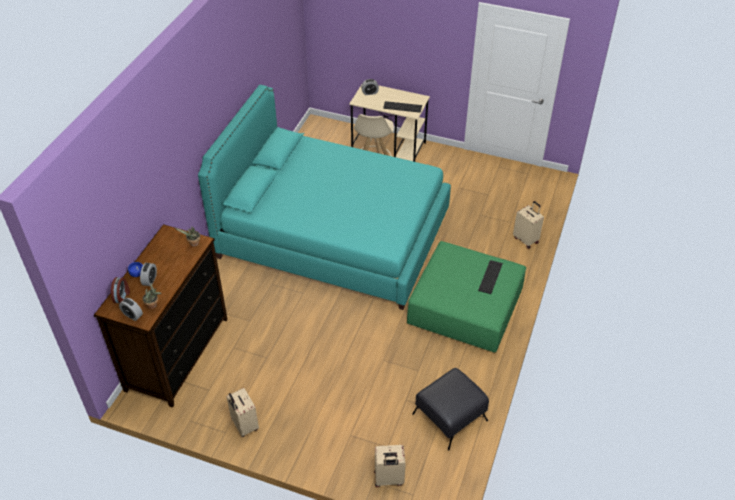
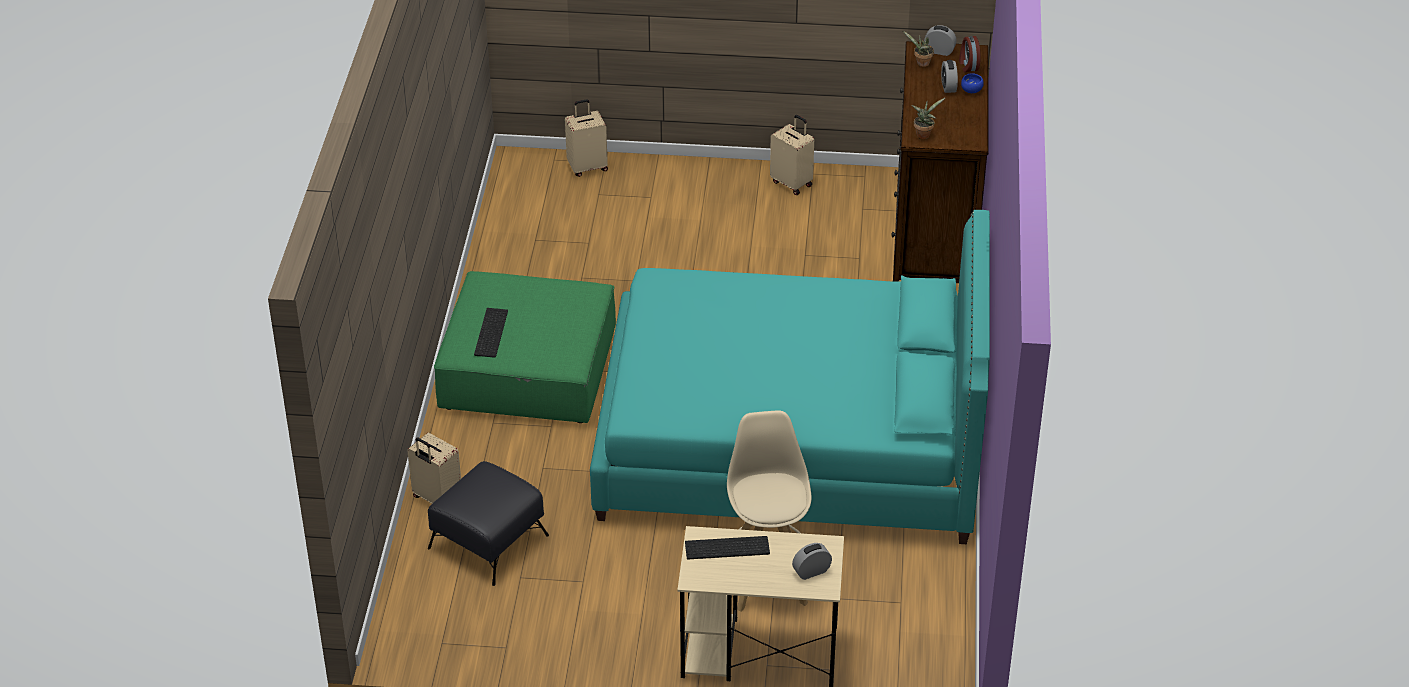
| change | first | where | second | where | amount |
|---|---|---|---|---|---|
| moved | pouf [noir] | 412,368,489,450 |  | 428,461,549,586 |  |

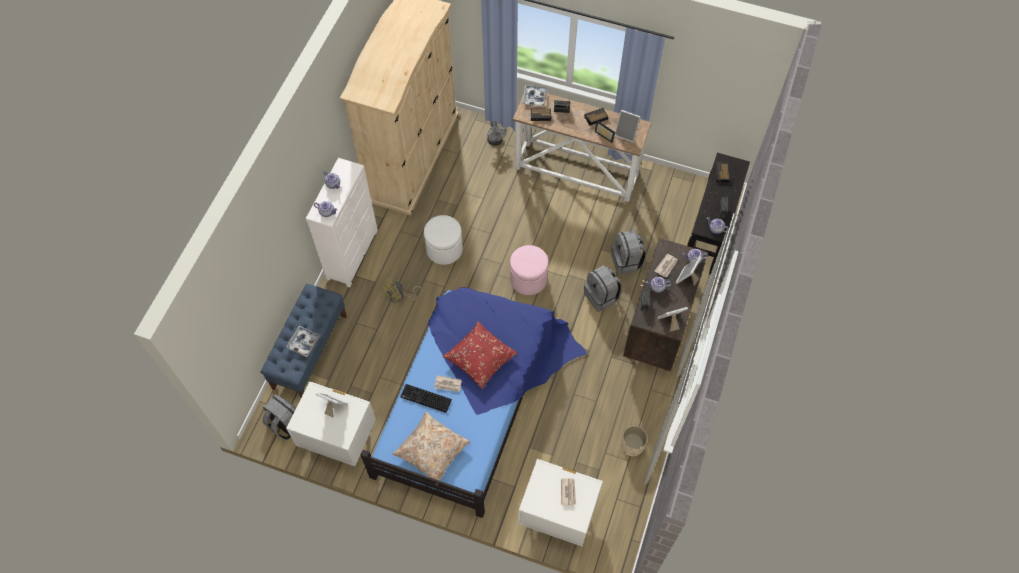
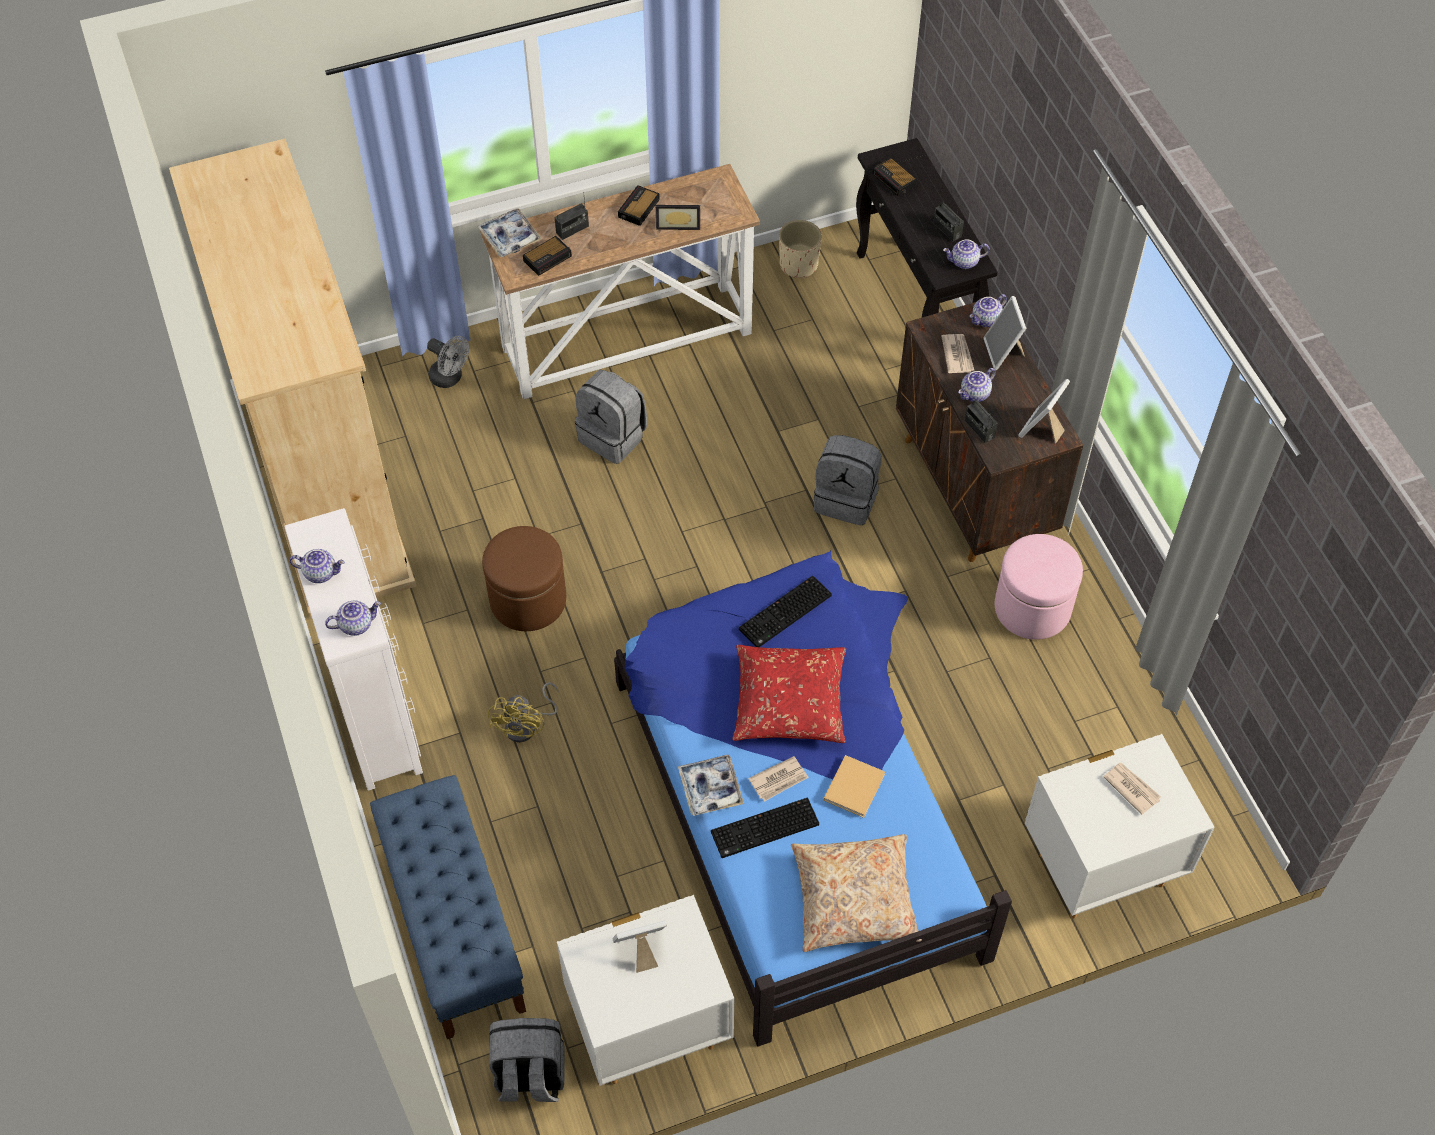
| change | first | where | second | where | amount |
|---|---|---|---|---|---|
| moved | plateau | 286,326,321,357 |  | 678,755,744,816 |  |
| recoloured | pouf [blanc] | 424,215,463,265 | pouf [marron] | 482,526,566,631 |  |
| moved | pouf [rose] | 510,245,548,295 |  | 995,534,1083,640 |  |
| moved | sac à dos [gris] | 611,230,646,275 |  | 575,370,647,464 |  |
| removed | cadre photo | 614,110,641,142 |  |  |  |
| moved | cache-pot [beige] | 621,425,648,457 |  | 779,220,822,278 |  |
| added |  |  | clavier | 739,576,832,647 |  |
| added |  |  | livre [beige] | 824,755,885,818 |  |

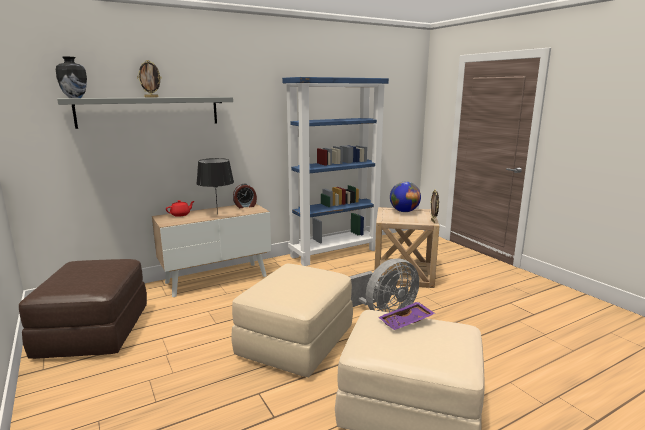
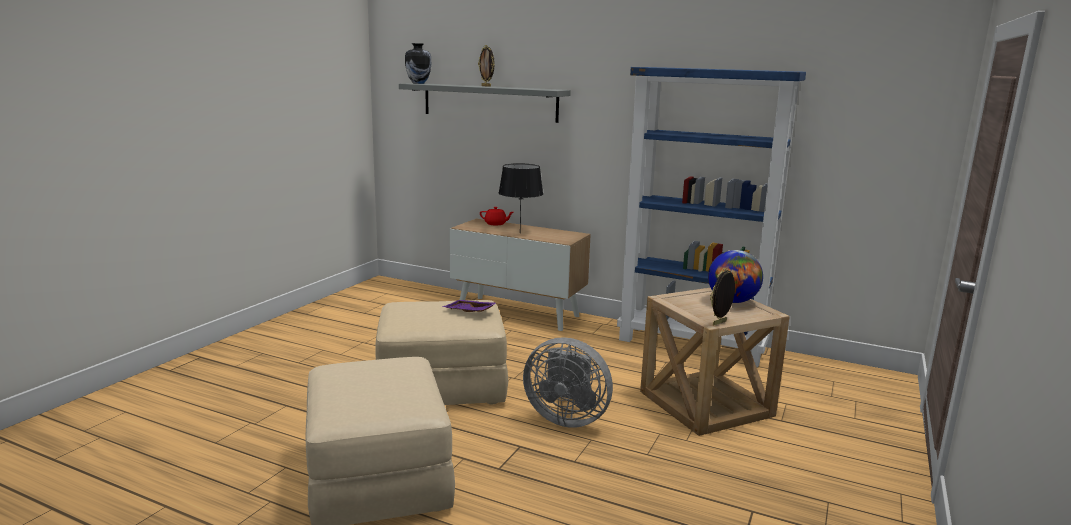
| change | first | where | second | where | amount |
|---|---|---|---|---|---|
| removed | pouf [marron] | 19,259,147,359 |  |  |  |
| removed | réveil | 233,184,257,208 |  |  |  |
| moved | plateau [violet] | 379,302,435,330 |  | 442,300,496,312 |  |

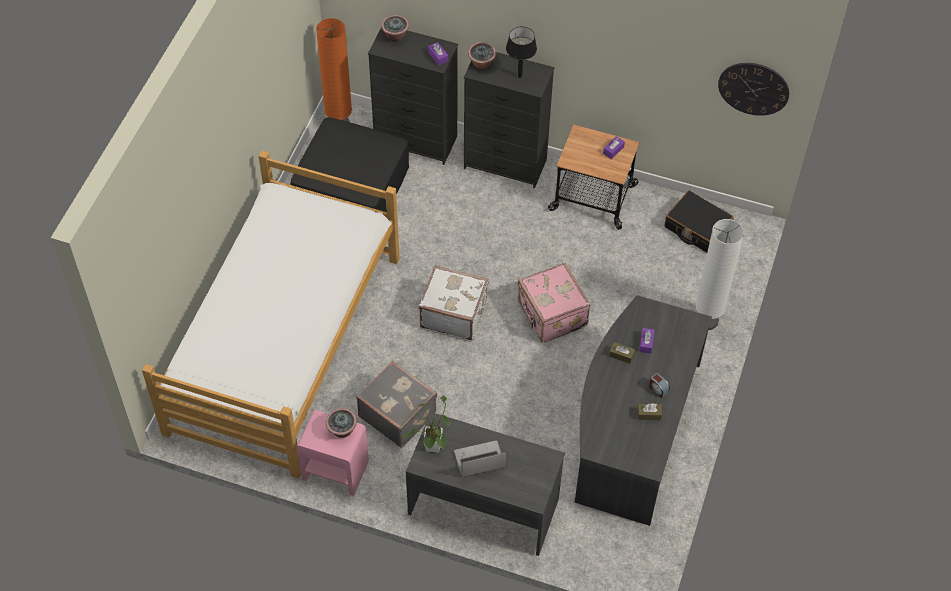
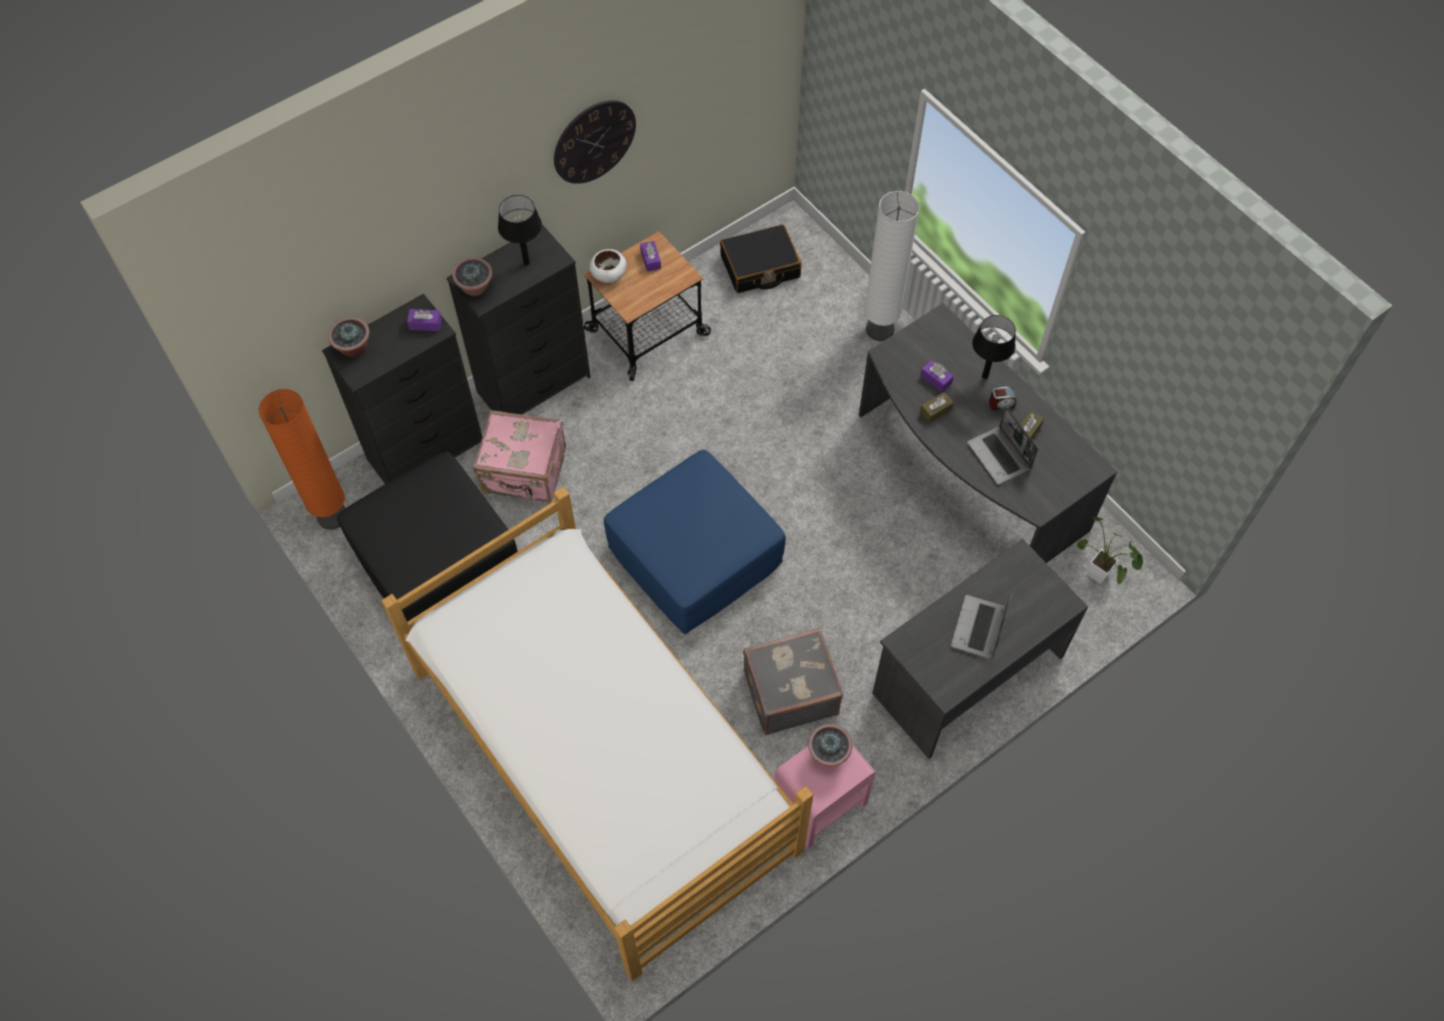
| change | first | where | second | where | amount |
|---|---|---|---|---|---|
| moved | plante en pot | 403,395,450,452 |  | 1077,517,1143,585 |  |
| replaced | valise [blanc] | 419,265,489,340 | pouf [bleu] | 604,450,786,634 |  |
| moved | valise [rose] | 518,263,590,343 |  | 473,410,566,503 |  |
| moved | horloge murale | 718,63,789,116 |  | 554,100,636,184 |  |
| added |  |  | bol [blanc] | 589,249,627,283 |  |
| added |  |  | ordinateur portable | 967,406,1038,485 |  |
| added |  |  | lampe de table [noir] | 972,315,1016,379 |  |

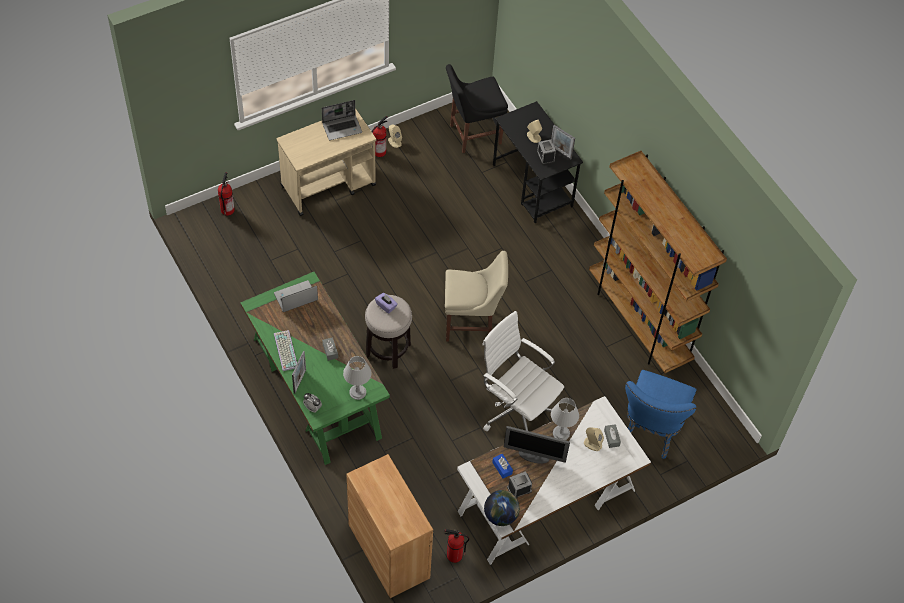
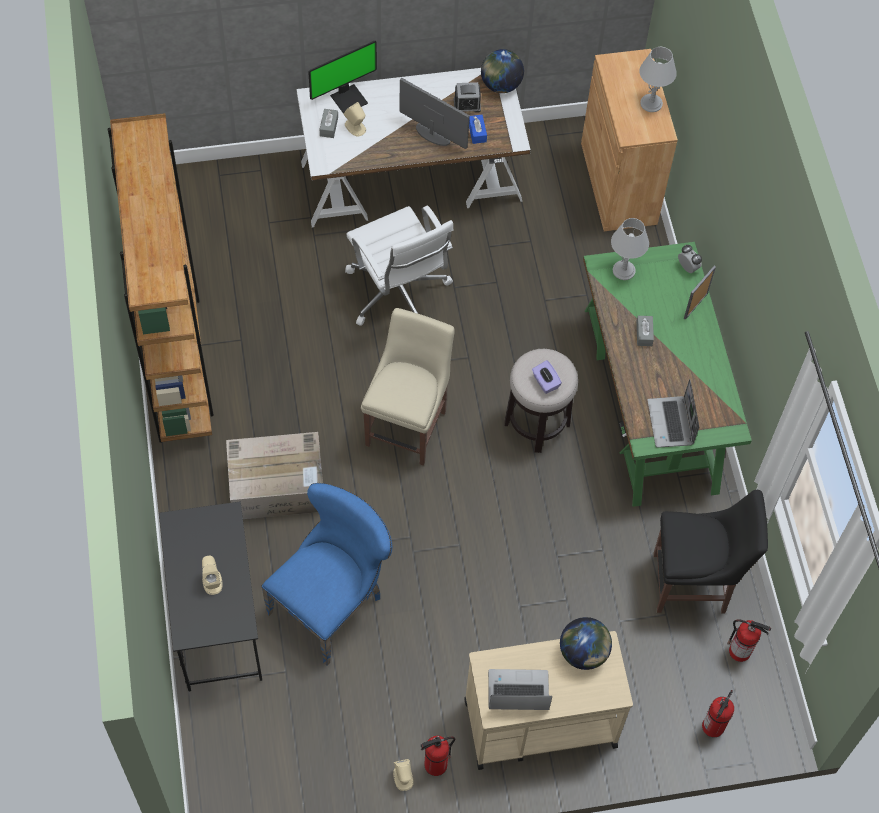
| change | first | where | second | where | amount |
|---|---|---|---|---|---|
| turned | ordinateur portable | 274,280,318,312 |  | 648,379,699,448 | 90 degrees clockwise |
| removed | clavier | 274,330,297,371 |  |  |  |
| moved | extincteur | 444,529,469,563 |  | 727,619,771,662 |  |
| turned | chaise [beige] | 445,251,508,341 |  | 361,308,455,466 | 90 degrees clockwise |
| moved | chaise [noir] | 446,64,508,153 |  | 653,490,768,613 |  |
| removed | réveil | 537,140,556,165 |  |  |  |
| removed | cadre photo | 551,125,575,159 |  |  |  |
| moved | lampe de table [gris] | 551,398,579,440 |  | 639,47,677,112 |  |
| moved | chaise [bleu] | 625,370,697,459 |  | 261,483,392,666 |  |
| added |  |  | carton | 226,432,323,519 |  |
| added |  |  | écran d'ordinateur | 308,40,377,114 |  |
| added |  |  | globe | 560,617,612,670 |  |

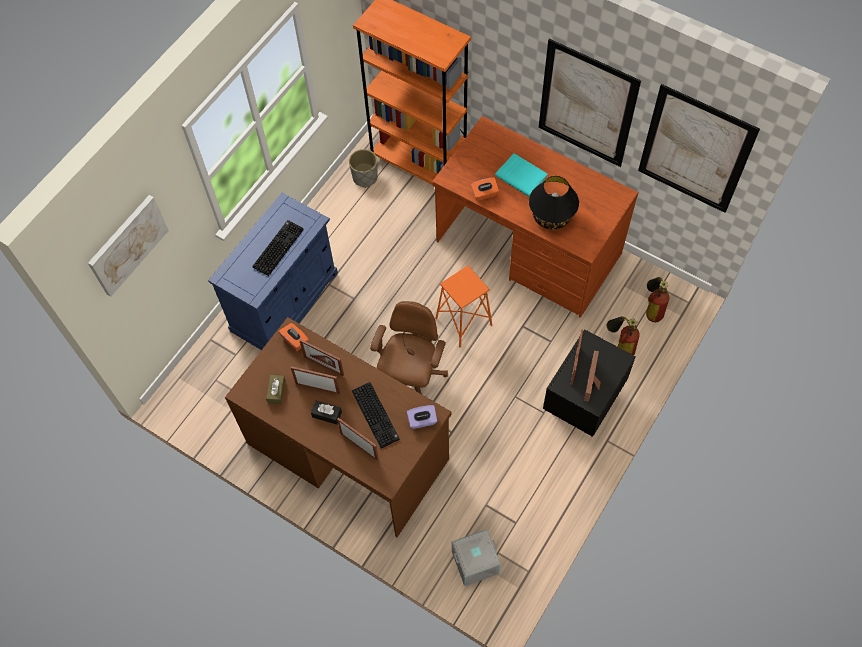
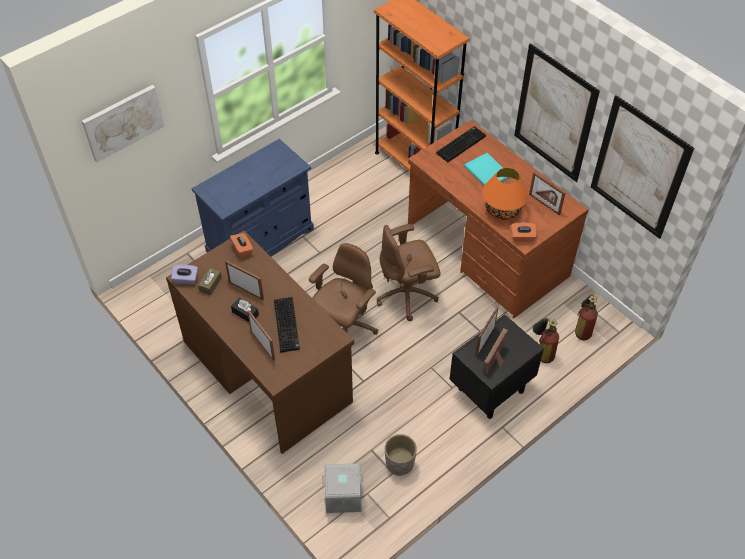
| change | first | where | second | where | amount |
|---|---|---|---|---|---|
| moved | clavier | 252,220,304,276 |  | 436,126,486,162 |  |
| moved | cadre photo | 299,339,344,376 |  | 529,172,565,215 |  |
| moved | cache-pot [gris] | 349,149,378,188 |  | 385,434,417,476 |  |
| moved | boîte à mouchoirs [violet] | 407,405,437,429 |  | 171,264,198,285 |  |
| replaced | tabouret [orange] | 435,265,492,347 | chaise de bureau [marron] | 376,224,441,321 |  |
| moved | boîte à mouchoirs [orange] | 471,178,499,201 |  | 511,222,536,242 |  |
| recoloured | lampe de table [noir] | 529,176,579,230 | lampe de table [orange] | 482,168,528,220 |  |

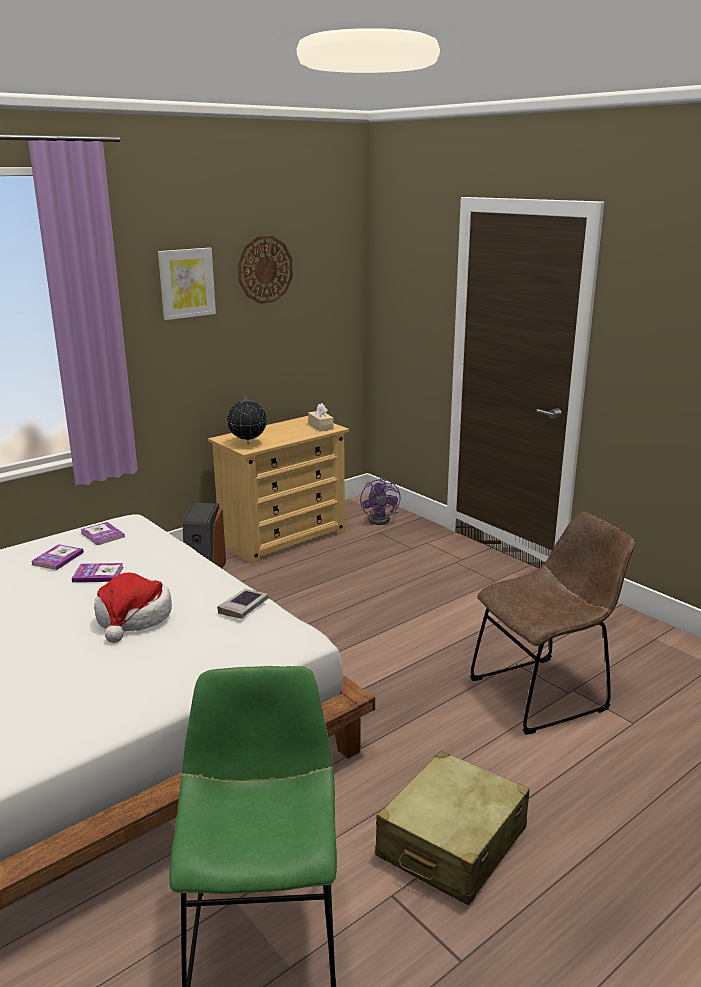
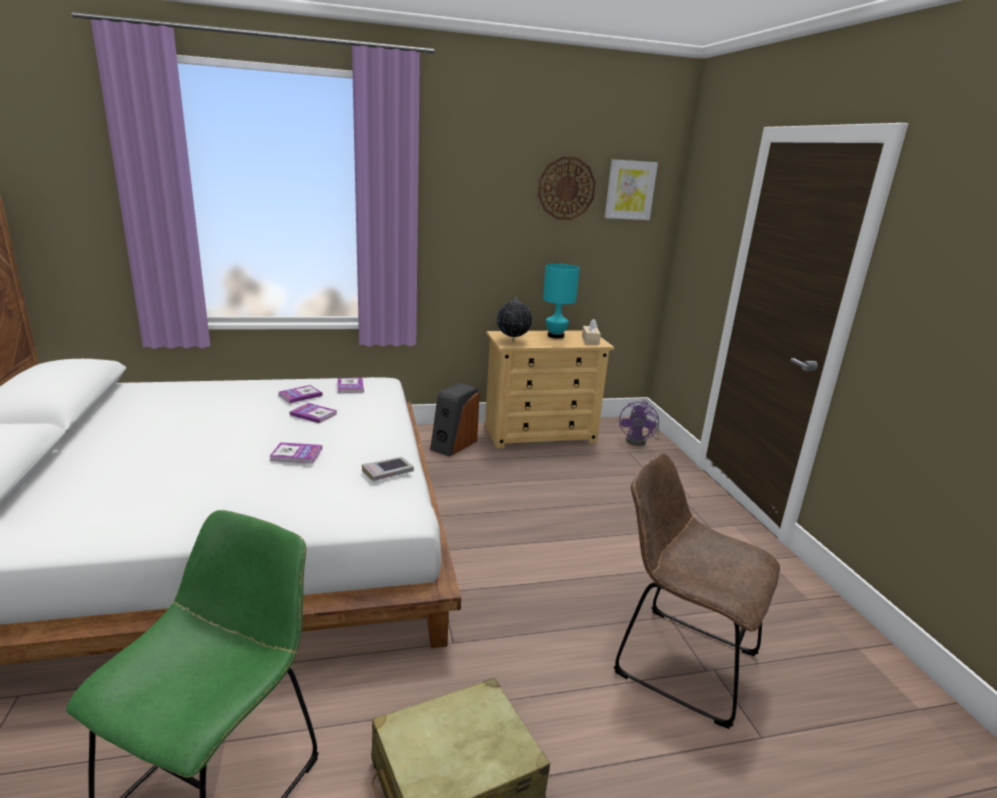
| change | first | where | second | where | amount |
|---|---|---|---|---|---|
| replaced | chapeau | 94,572,172,643 | livre | 269,442,322,463 |  |
| moved | tableau | 158,248,216,320 |  | 604,159,658,220 |  |
| turned | chaise [marron] | 470,512,635,735 |  | 614,453,780,729 | 150 degrees counterclockwise |
| added |  |  | lampe de table [turquoise] | 543,263,580,339 |  |

